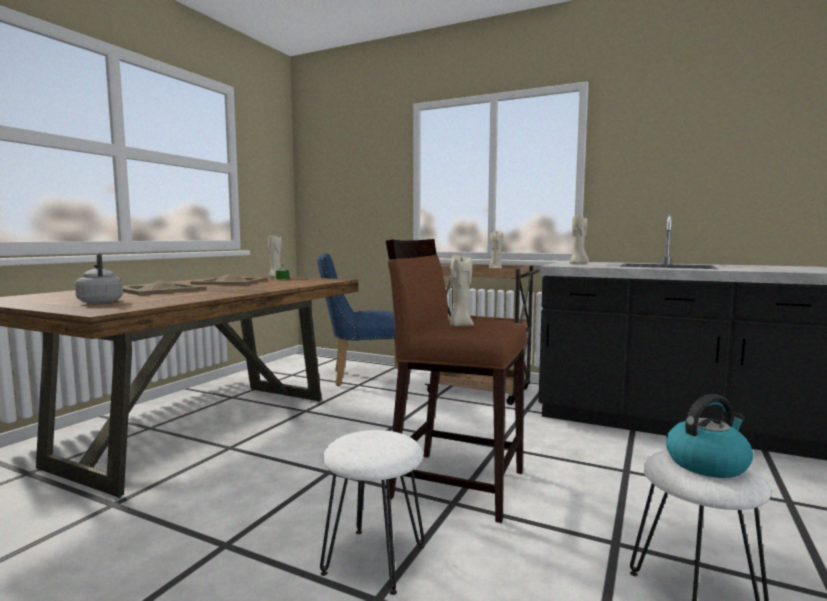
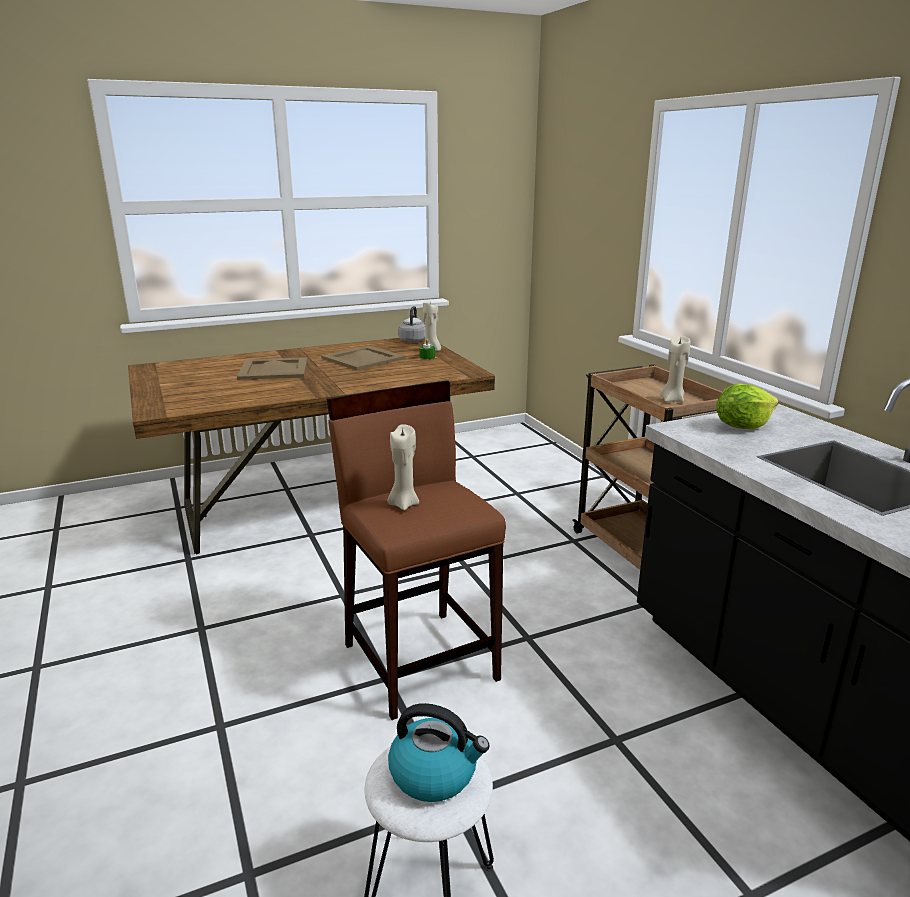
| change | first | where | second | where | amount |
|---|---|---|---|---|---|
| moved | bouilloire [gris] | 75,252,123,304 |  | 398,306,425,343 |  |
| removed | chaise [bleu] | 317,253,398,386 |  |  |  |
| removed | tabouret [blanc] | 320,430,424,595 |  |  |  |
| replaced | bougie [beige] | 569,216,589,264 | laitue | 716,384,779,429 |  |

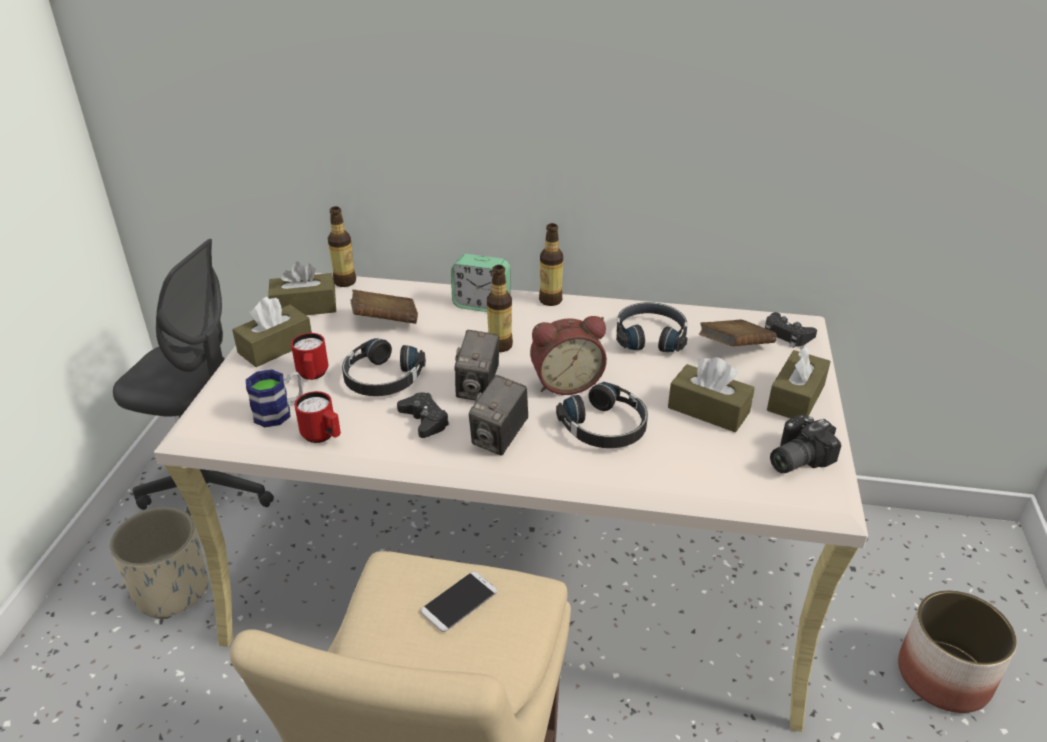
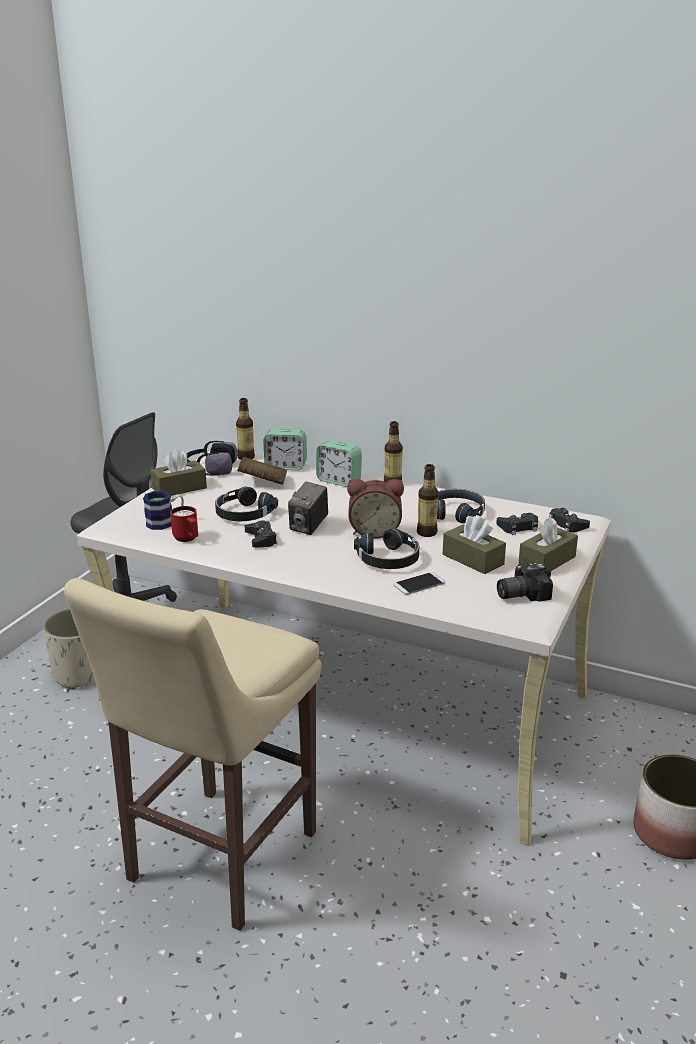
| change | first | where | second | where | amount |
|---|---|---|---|---|---|
| replaced | boîte à mouchoirs [marron] | 268,262,336,315 | casque audio | 187,441,237,475 |  |
| removed | mug [rouge] | 291,333,328,380 |  |  |  |
| moved | téléphone | 421,571,497,632 |  | 393,572,445,595 |  |
| removed | appareil photo | 469,375,528,456 |  |  |  |
| moved | bouteille | 487,265,513,352 |  | 417,464,439,537 |  |
| replaced | livre [marron] | 699,320,777,346 | manette [noir] | 496,513,538,535 |  |
| added |  |  | réveil | 264,429,307,470 |  |

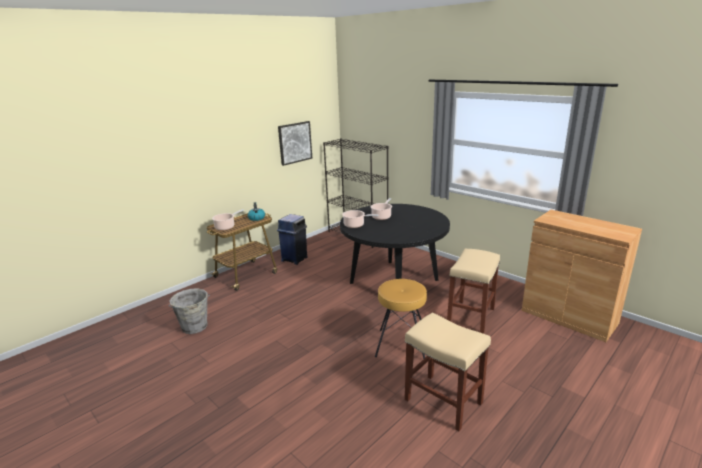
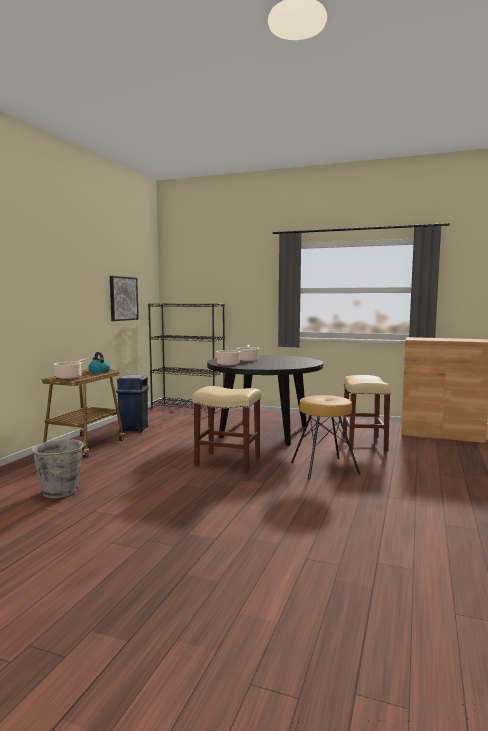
| change | first | where | second | where | amount |
|---|---|---|---|---|---|
| moved | tabouret [beige] | 405,312,491,431 |  | 192,386,261,472 |  |

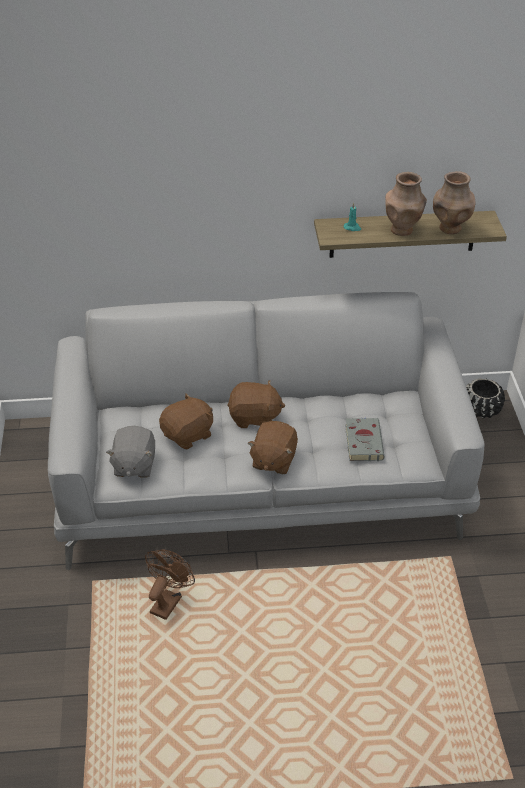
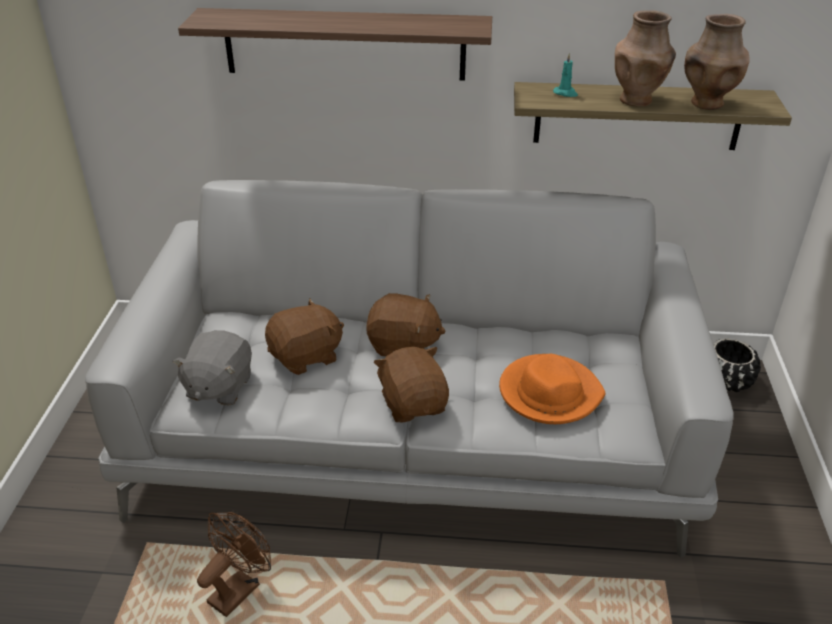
| change | first | where | second | where | amount |
|---|---|---|---|---|---|
| turned | peluche [marron] | 247,421,298,474 |  | 374,347,449,422 | 135 degrees clockwise |
| replaced | livre [gris] | 345,418,385,461 | chapeau [orange] | 499,354,606,424 |  |
| added |  |  | étagère | 178,8,492,81 |  |

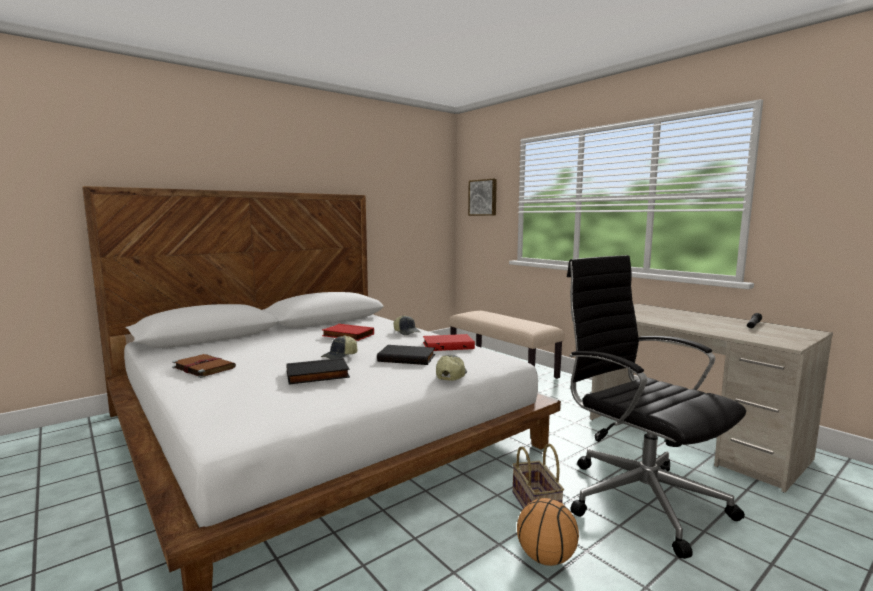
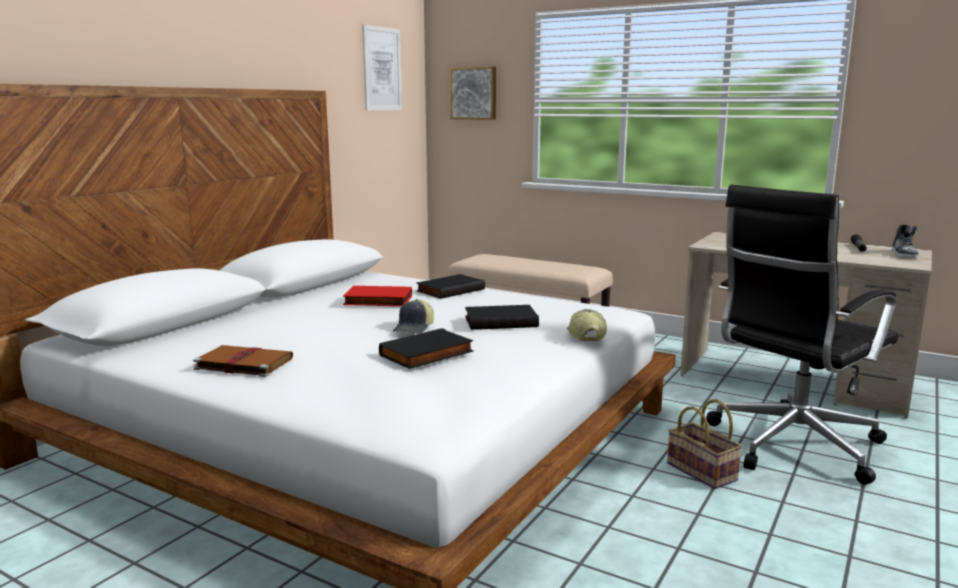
| change | first | where | second | where | amount |
|---|---|---|---|---|---|
| replaced | casquette | 393,315,420,336 | livre [noir] | 416,274,485,299 |  |
| removed | livre [rouge] | 423,334,475,351 |  |  |  |
| removed | ballon de basket | 517,498,579,566 |  |  |  |
| turned | chaise de bureau [noir] | 567,255,746,559 |  | 706,185,898,485 | 75 degrees counterclockwise |
| added |  |  | tableau | 362,24,402,111 |  |
| added |  |  | chaussure | 892,224,919,259 |  |

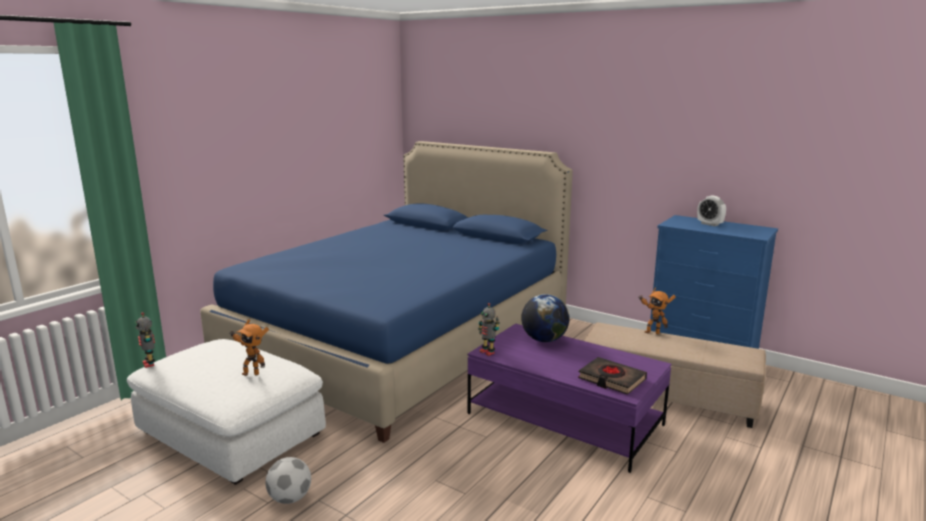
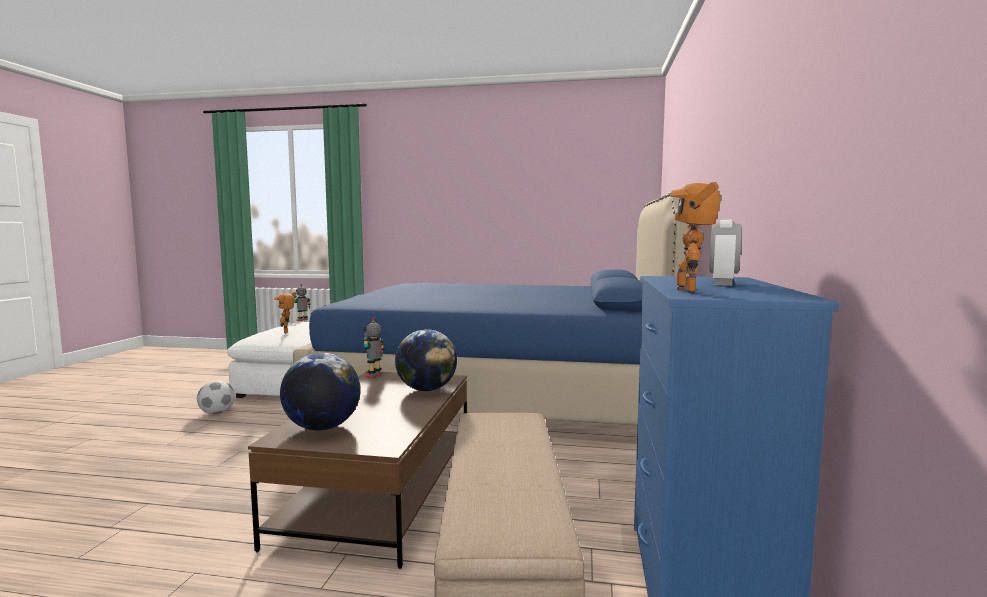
| change | first | where | second | where | amount |
|---|---|---|---|---|---|
| recoloured | table basse [violet] | 468,323,671,473 | table basse [marron] | 248,371,467,569 |  |
| replaced | livre [noir] | 578,357,647,395 | globe | 280,353,361,431 |  |
| moved | robot jouet | 639,287,676,335 |  | 671,182,720,293 |  |

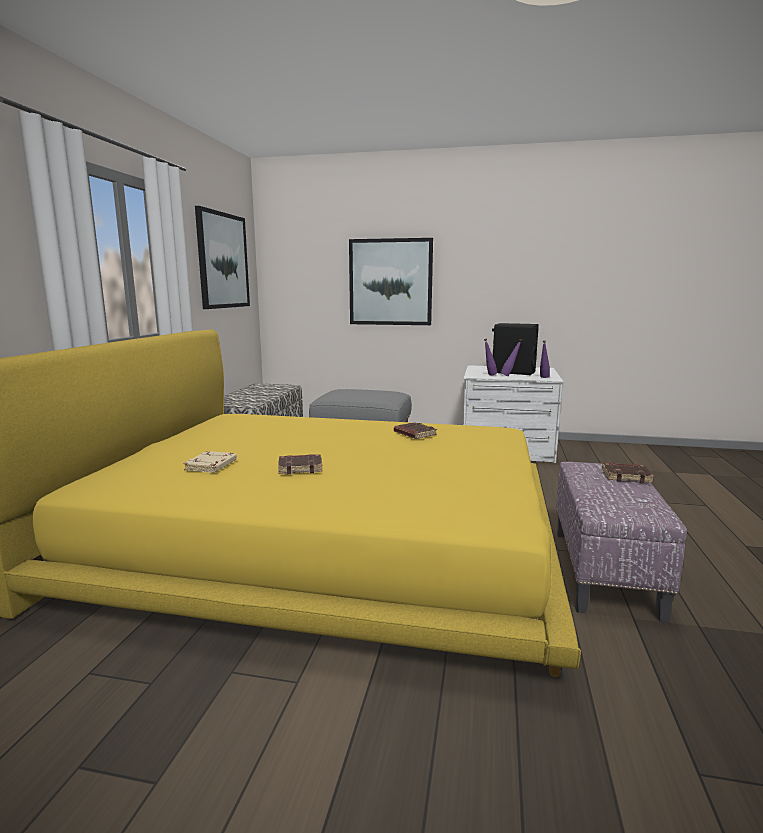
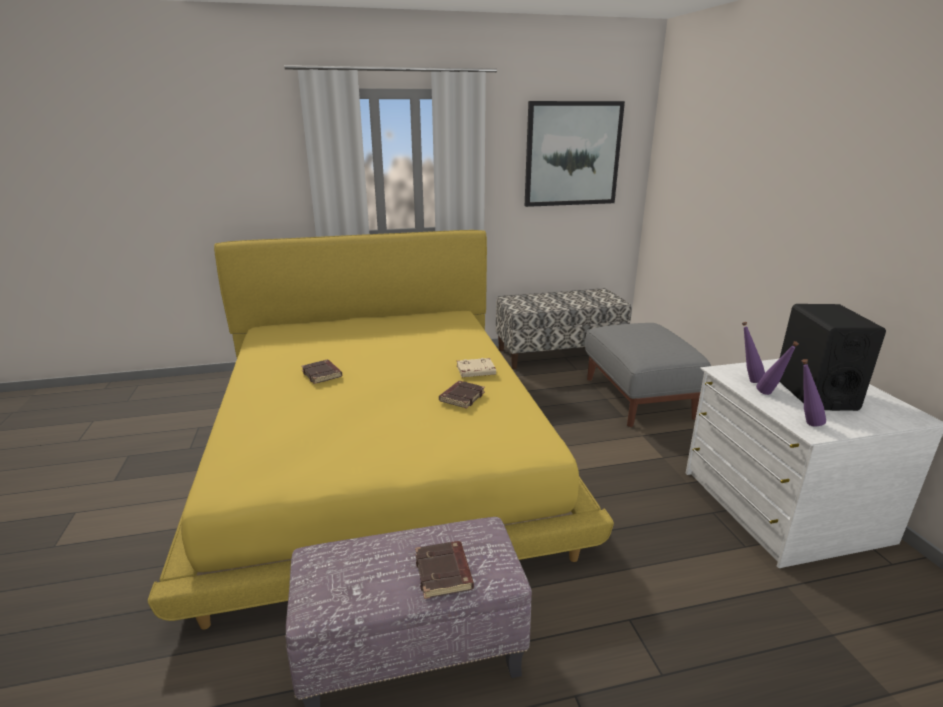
| change | first | where | second | where | amount |
|---|---|---|---|---|---|
| moved | livre [beige] | 184,451,237,473 |  | 457,358,496,377 |  |
| removed | tableau | 349,238,433,325 |  |  |  |

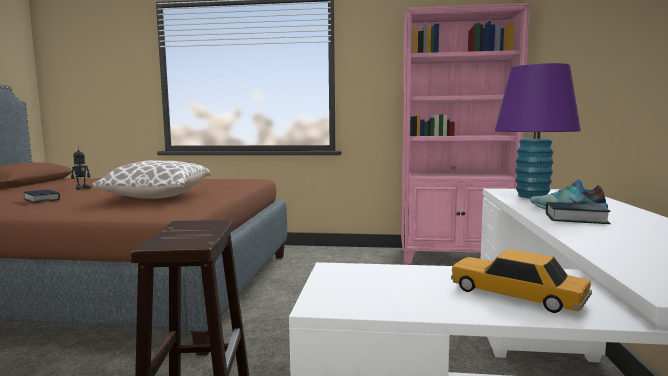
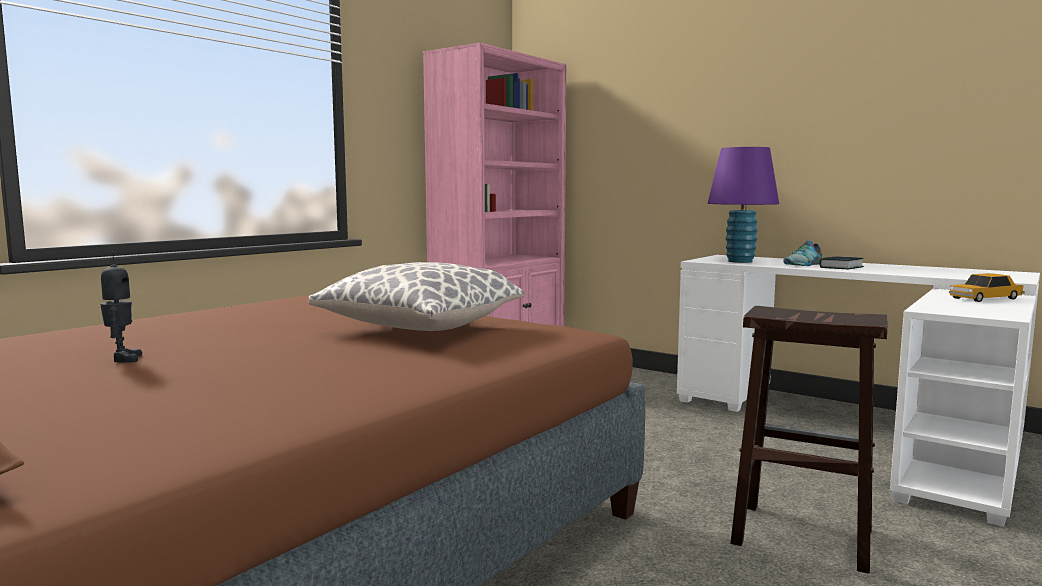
| change | first | where | second | where | amount |
|---|---|---|---|---|---|
| removed | livre | 24,189,60,203 |  |  |  |

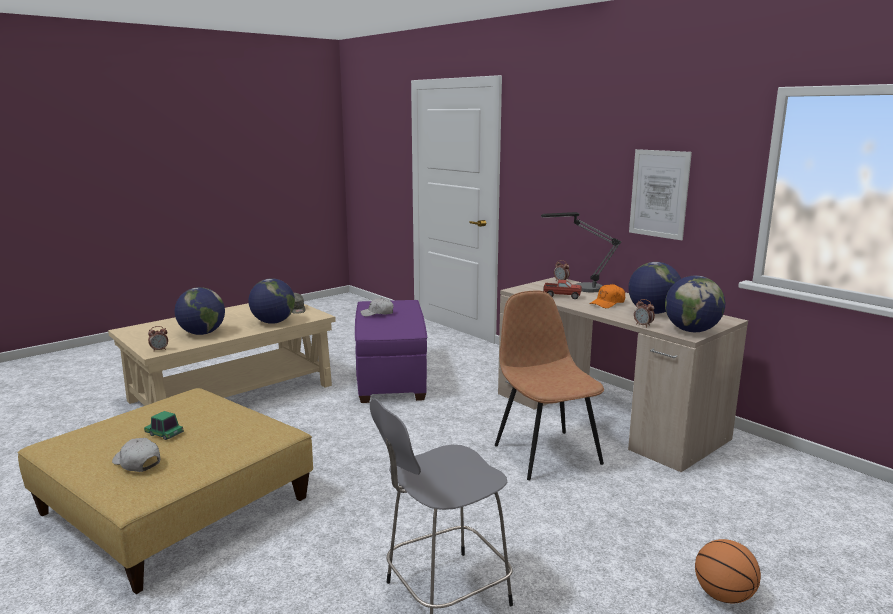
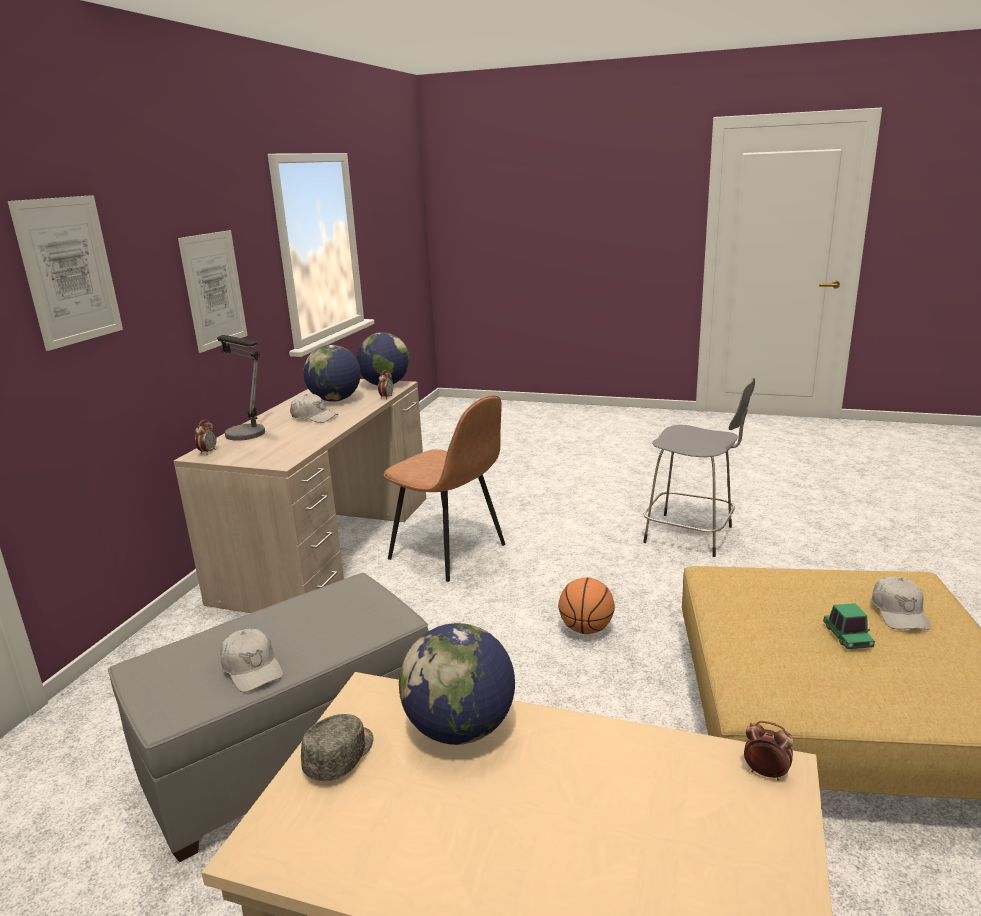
| change | first | where | second | where | amount |
|---|---|---|---|---|---|
| removed | globe | 175,287,225,335 |  |  |  |
| recoloured | pouf [violet] | 355,300,427,403 | pouf [gris] | 108,573,429,862 |  |
| turned | chaise [marron] | 495,290,604,480 |  | 384,395,505,582 | 90 degrees counterclockwise |
| removed | camion jouet | 543,280,582,299 |  |  |  |
| recoloured | casquette [orange] | 589,284,625,308 | casquette [blanc] | 290,394,338,423 |  |
| moved | ballon de basket | 695,539,761,603 |  | 558,577,615,634 |  |
| added |  |  | tableau | 8,195,123,351 |  |

